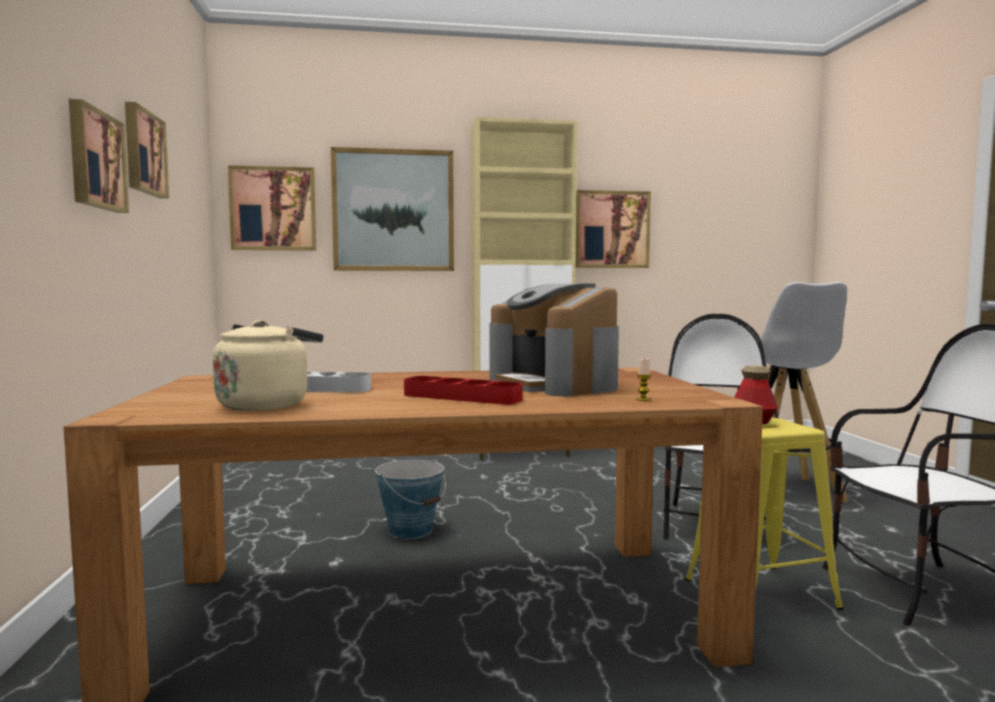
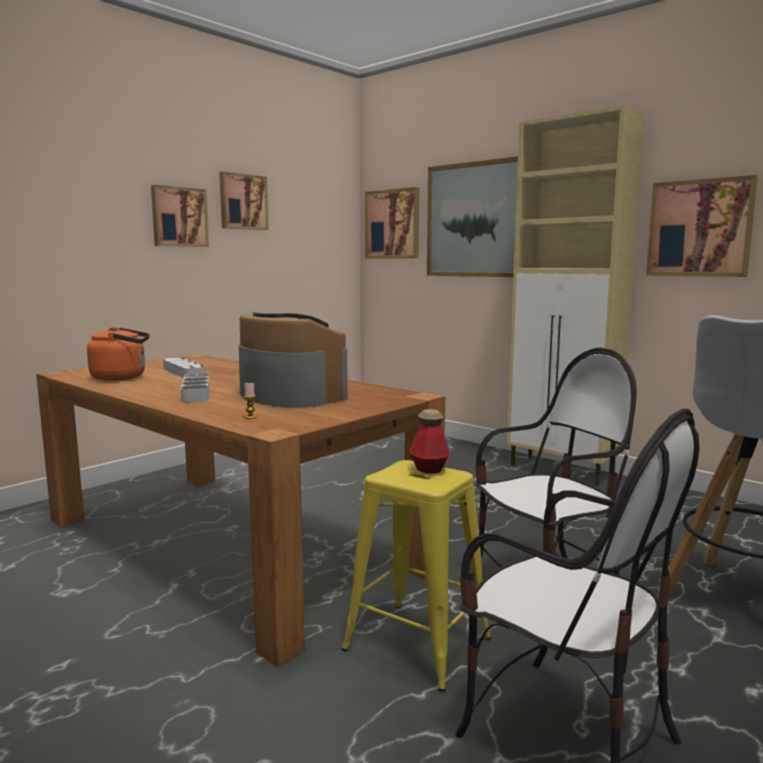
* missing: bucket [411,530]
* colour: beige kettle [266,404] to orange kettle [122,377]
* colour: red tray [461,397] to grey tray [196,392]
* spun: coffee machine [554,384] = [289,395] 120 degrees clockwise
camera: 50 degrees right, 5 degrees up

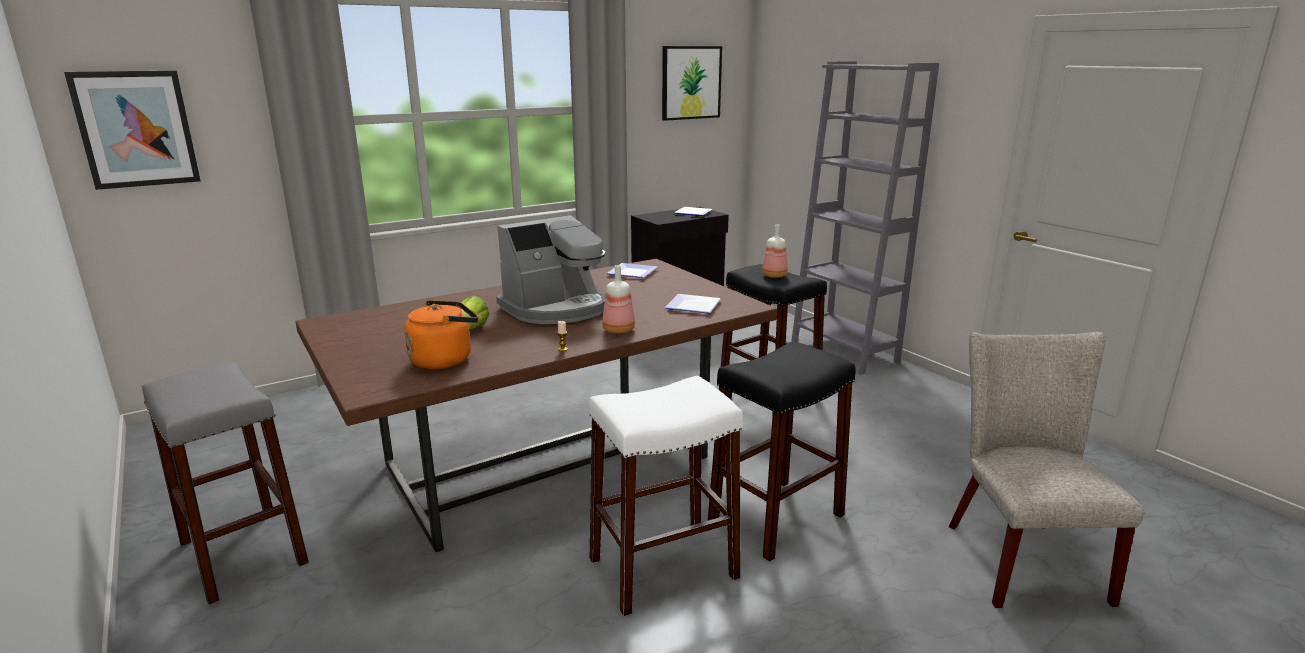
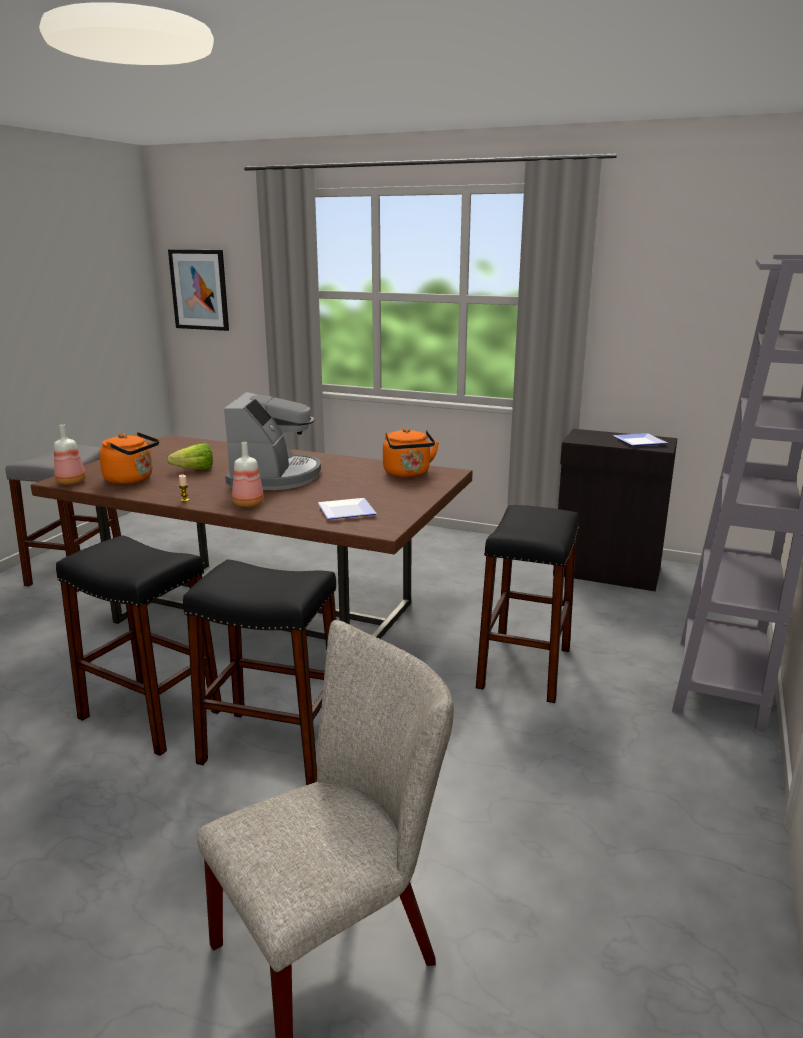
* missing: picture [691,82]
* relocated: bottle [774,275] to [72,482]
* exchanged: plate [633,273] to orange kettle [408,474]
* colour: white stool [663,568] to black stool [150,714]
* spun: coffee machine [556,308] = [275,477] 105 degrees counterclockwise
camera: 55 degrees right, 0 degrees up

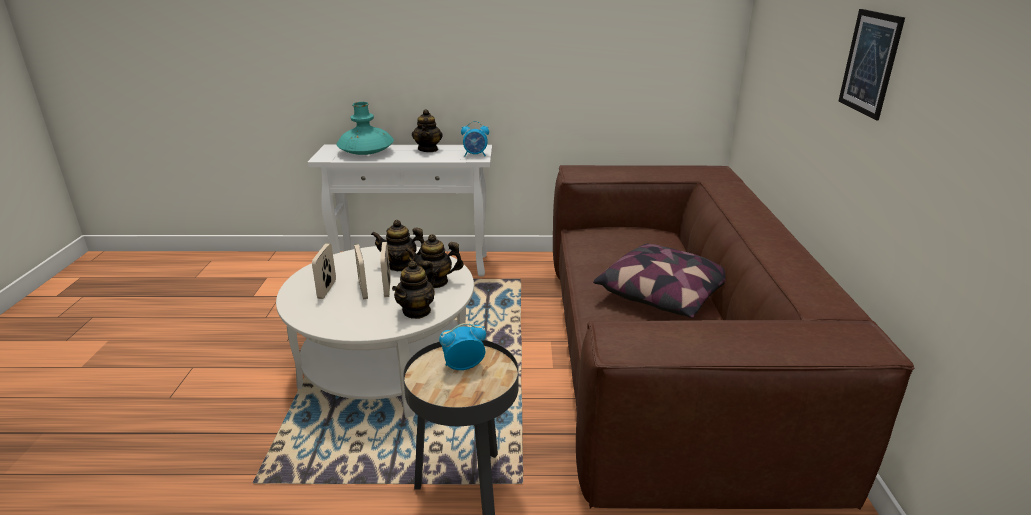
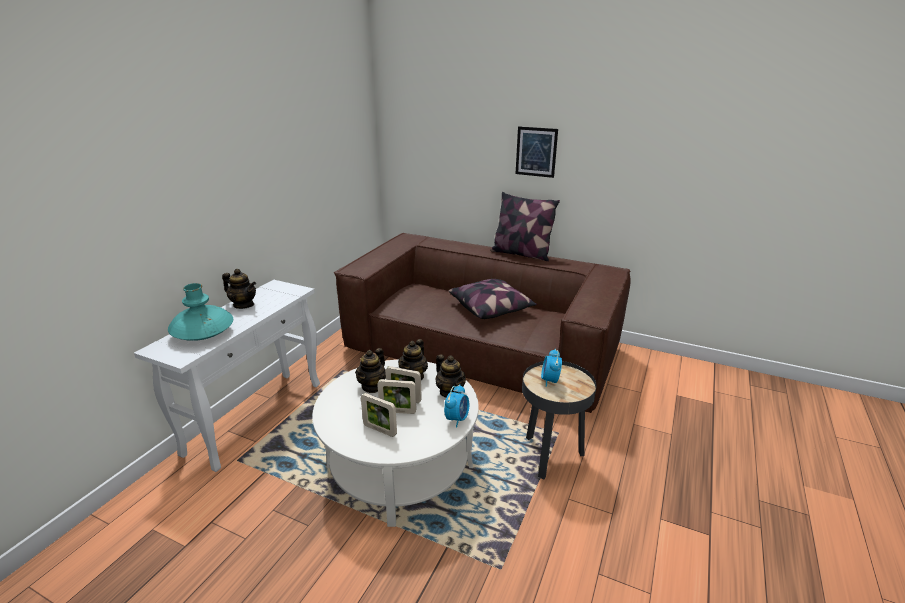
* appeared: pillow [521,253]
* relocated: alarm clock [475,155] to [457,419]
camera: 65 degrees left, 0 degrees up

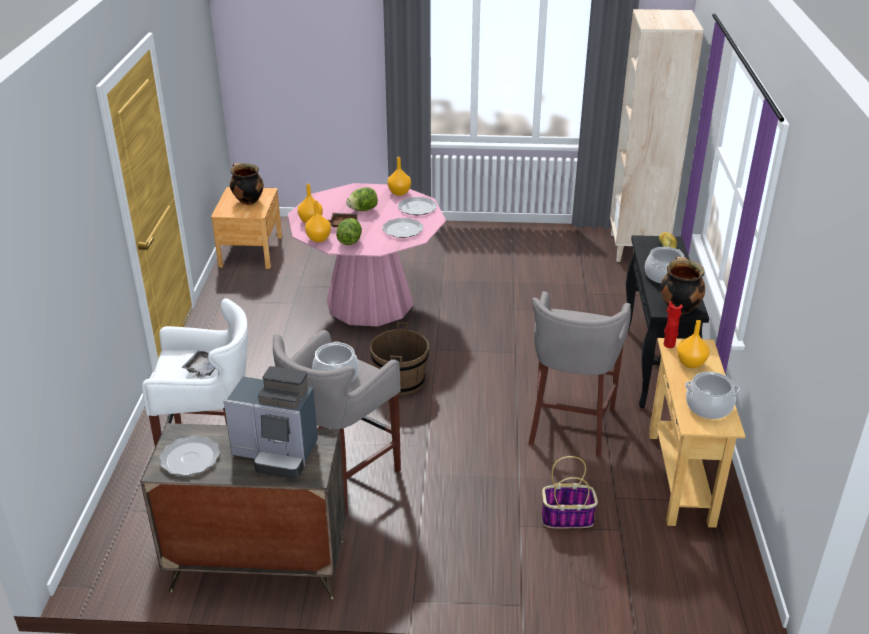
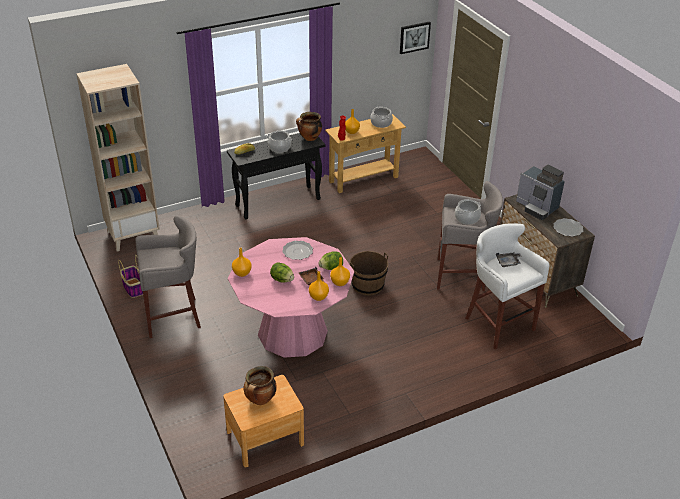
* missing: plate [417,208]
* appeared: picture [414,37]
* relocated: grey stool [569,427] to [174,316]
* relocated: basket [567,517] to [133,288]
* spun: coffee machine [277,453] = [537,207] 150 degrees clockwise
camera: 120 degrees left, 5 degrees up

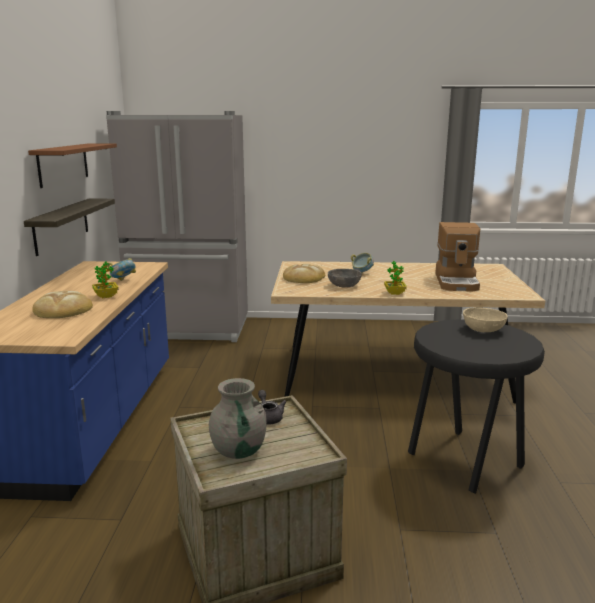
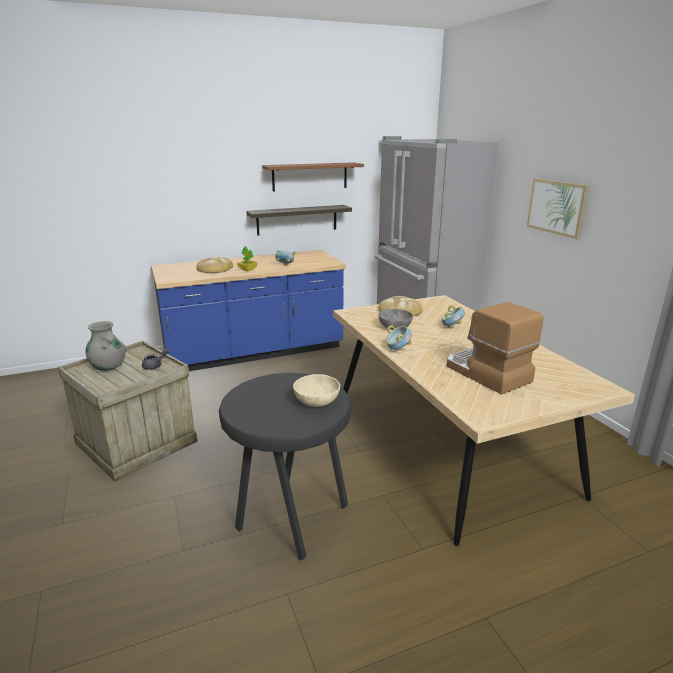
* appeared: picture [557,207]
* exchanged: potted plant [394,293] to bowl [397,349]
* spun: coffee machine [457,282] = [486,374] 75 degrees clockwise
camera: 65 degrees right, 5 degrees up

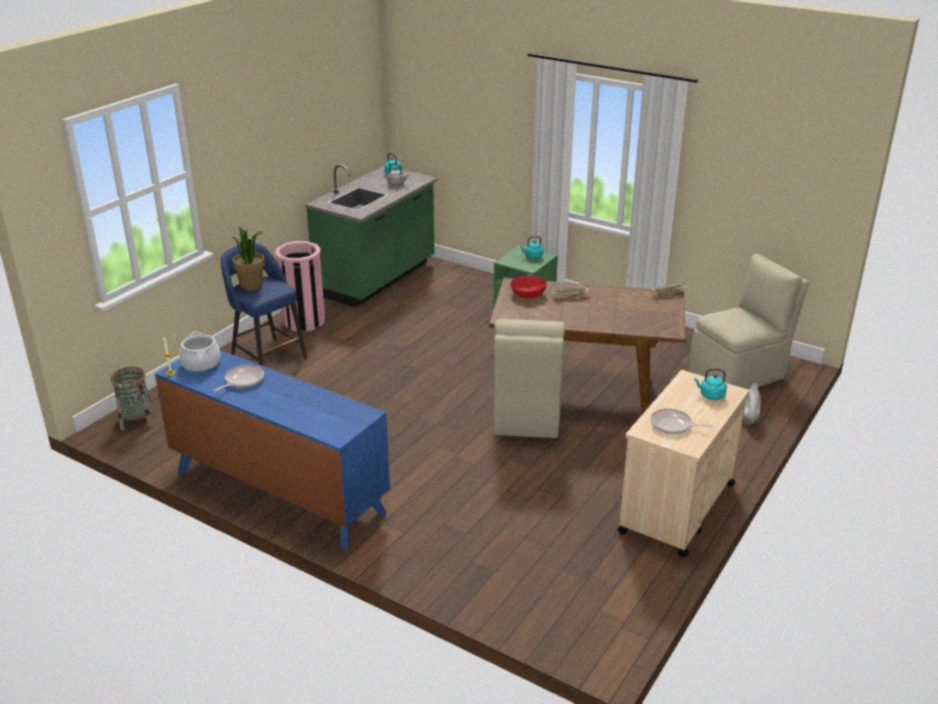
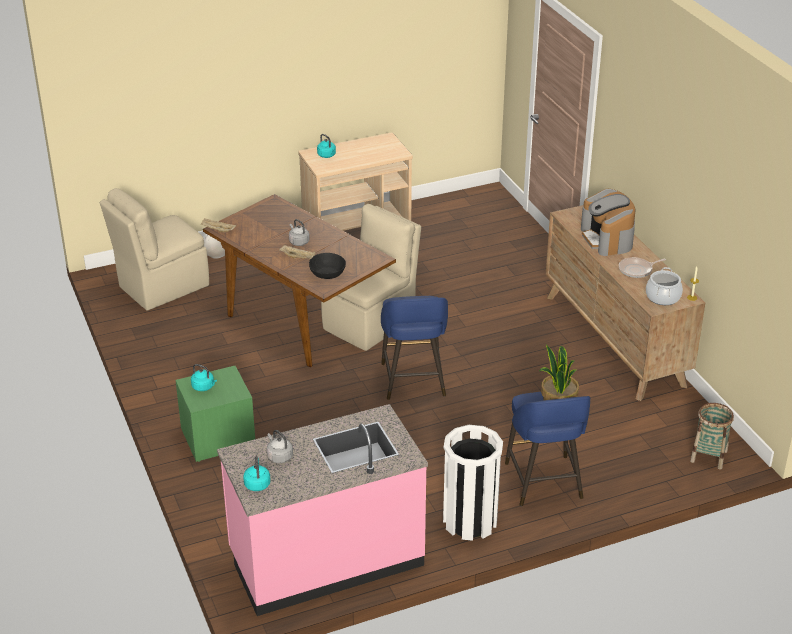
* missing: frying pan [673,425]
* appeared: grey kettle [298,242]
* appeared: blue stool [413,381]
* appeared: coffee machine [607,239]
* colour: blue dresser [278,492] to brown dresser [614,340]
* colour: pink trash can [304,321] to white trash can [470,521]
* colour: green counter [377,279] to pink counter [326,559]
* colour: red bowl [528,294] to black bowl [327,273]
* spun: beige chair [738,374] = [161,287] 45 degrees counterclockwise
camera: 145 degrees left, 5 degrees up

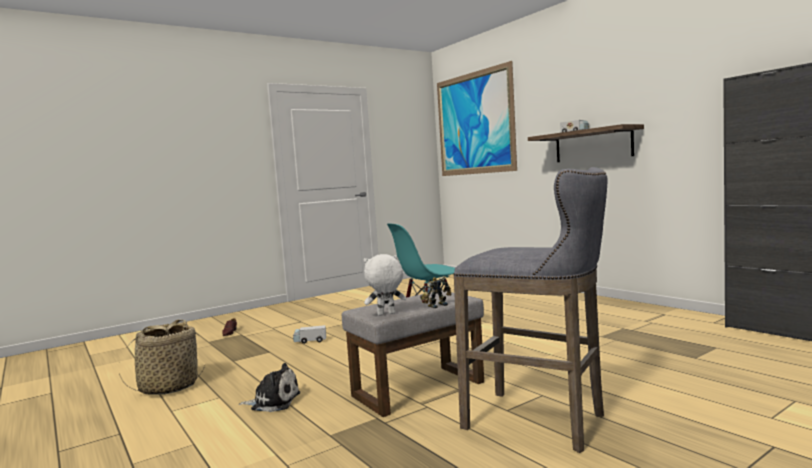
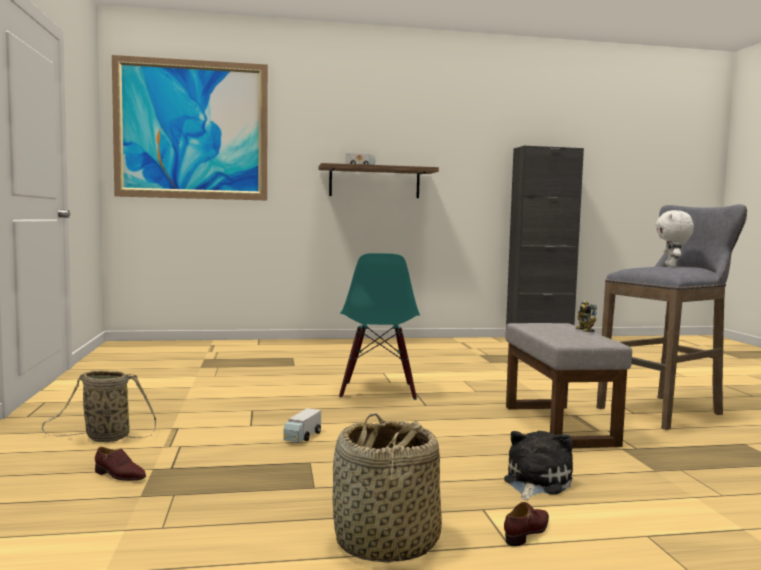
* appeared: basket [104,438]
* appeared: brown shoe [528,532]
* relocated: white plush toy [386,314] to [672,266]
camera: 65 degrees left, 0 degrees up

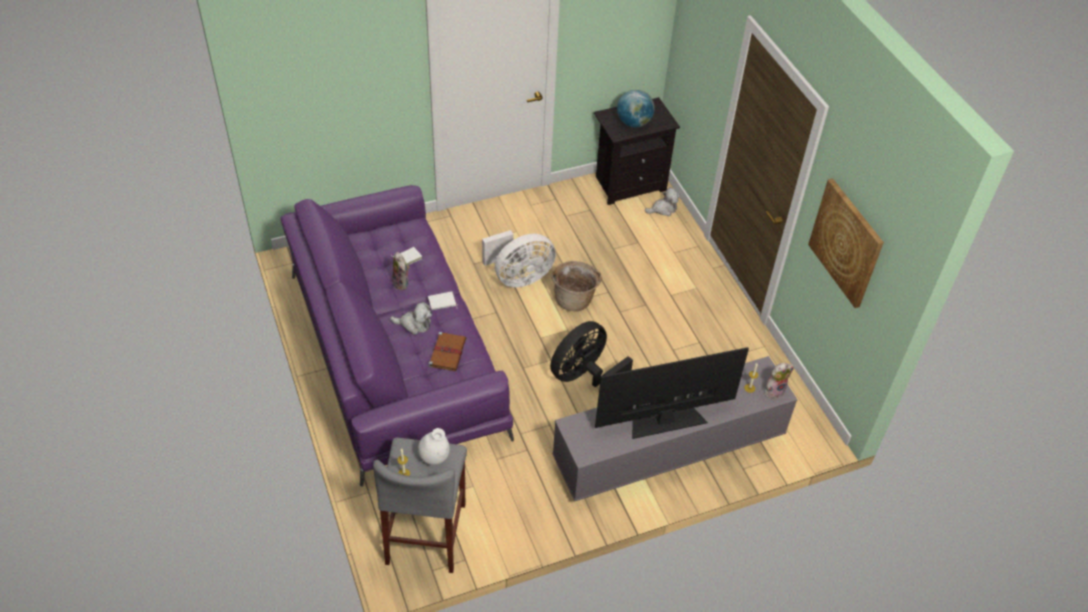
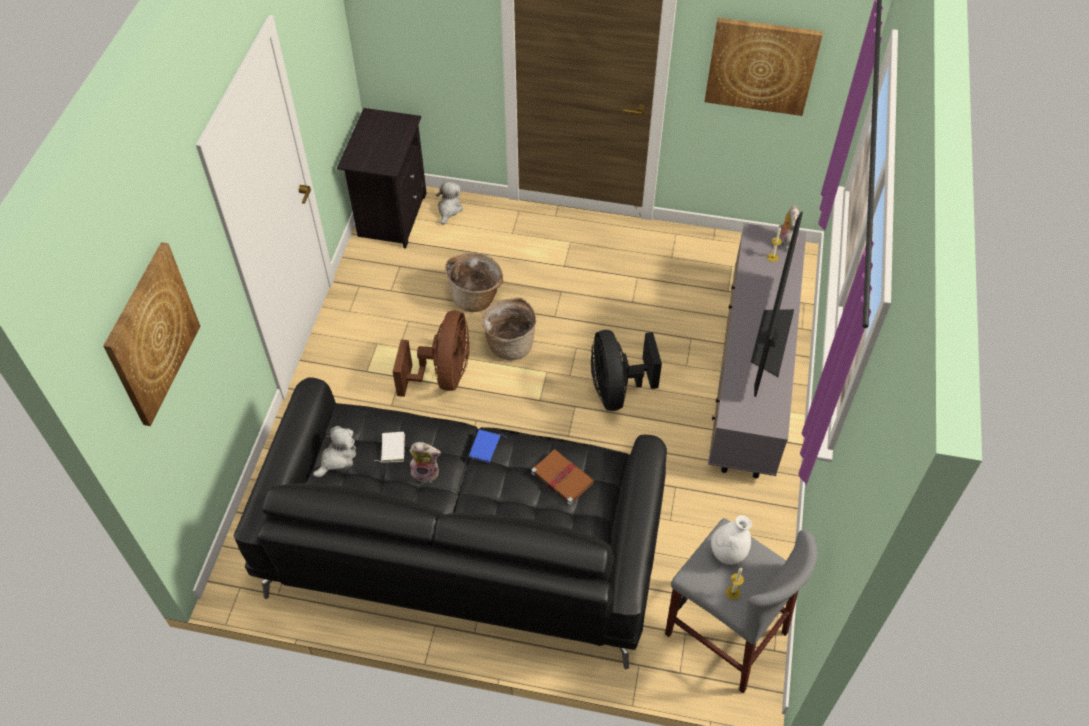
* missing: globe [634,123]
* appeared: picture [151,334]
* appeared: basket [476,297]
* relocated: plush toy [414,324] to [337,458]
* colour: purple sofa [395,352] to black sofa [462,544]
* colour: white book [442,303] to blue book [485,447]
* colour: white fan [518,277] to brown fan [443,375]
camera: 55 degrees left, 5 degrees up

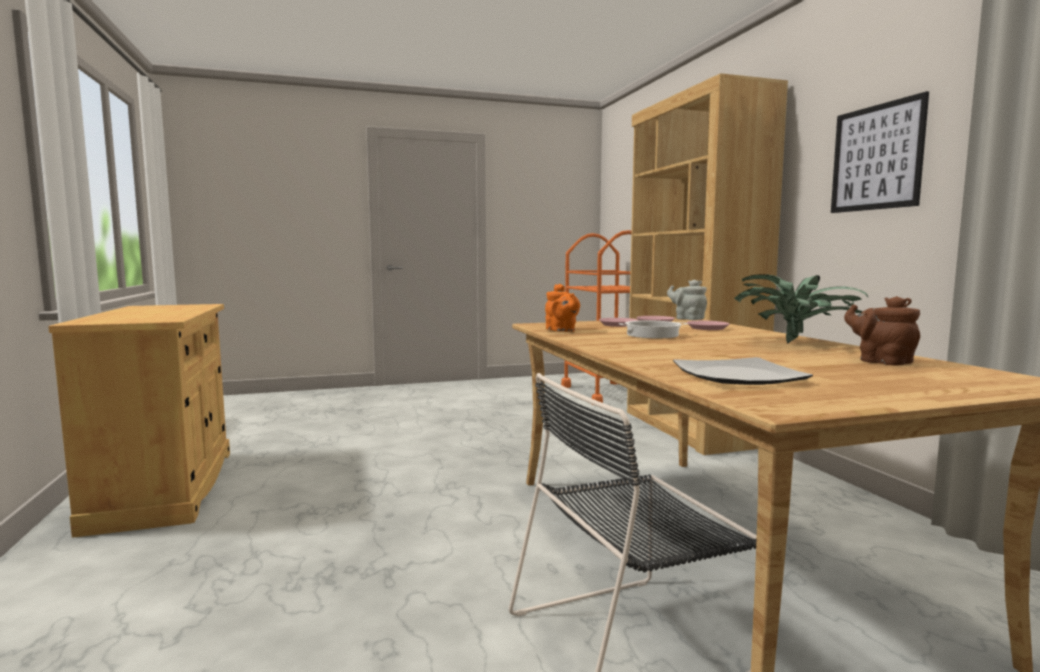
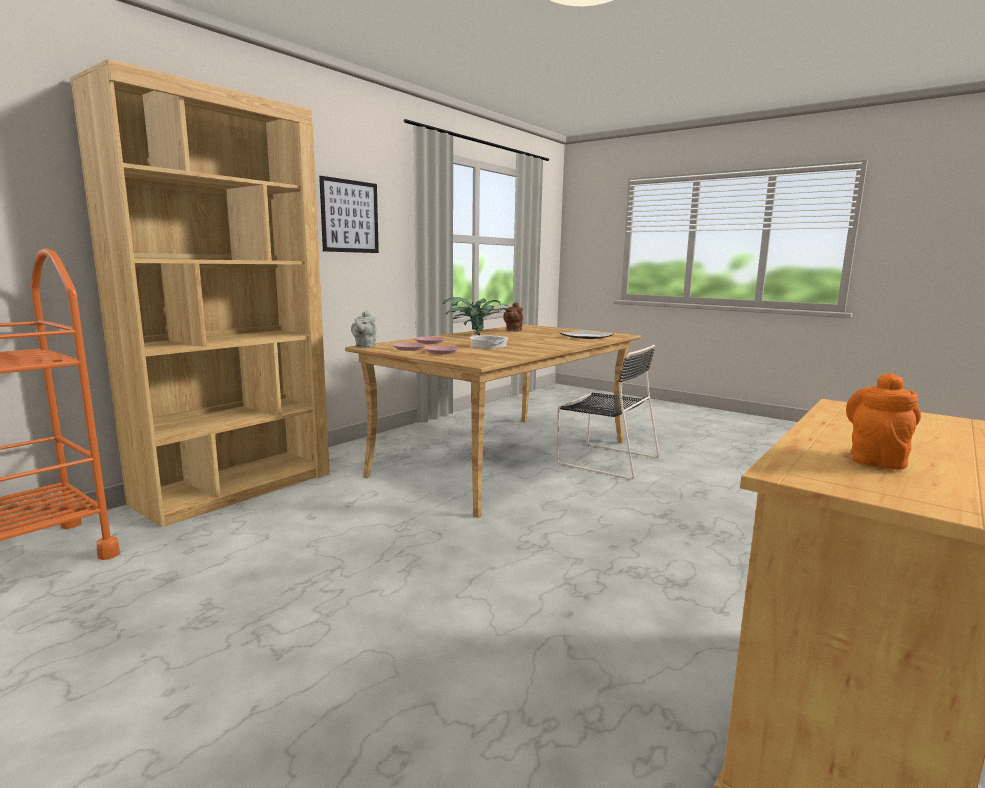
* relocated: orange teapot [562,330] to [876,459]
camera: 125 degrees left, 5 degrees up

